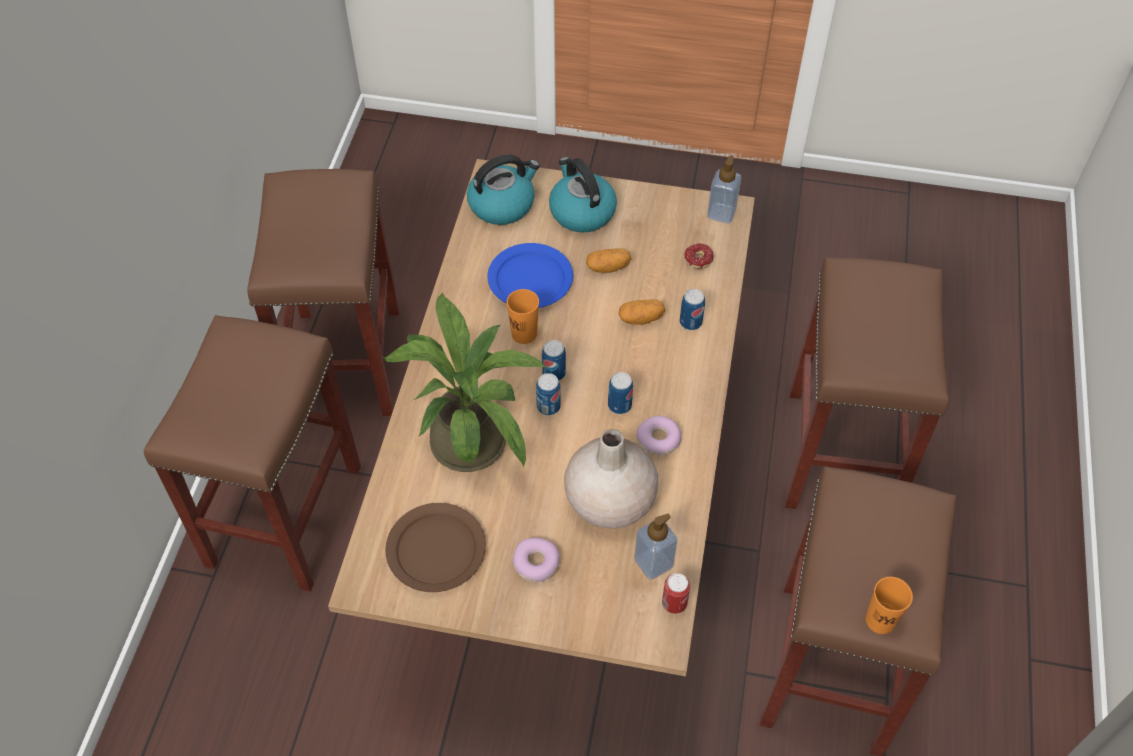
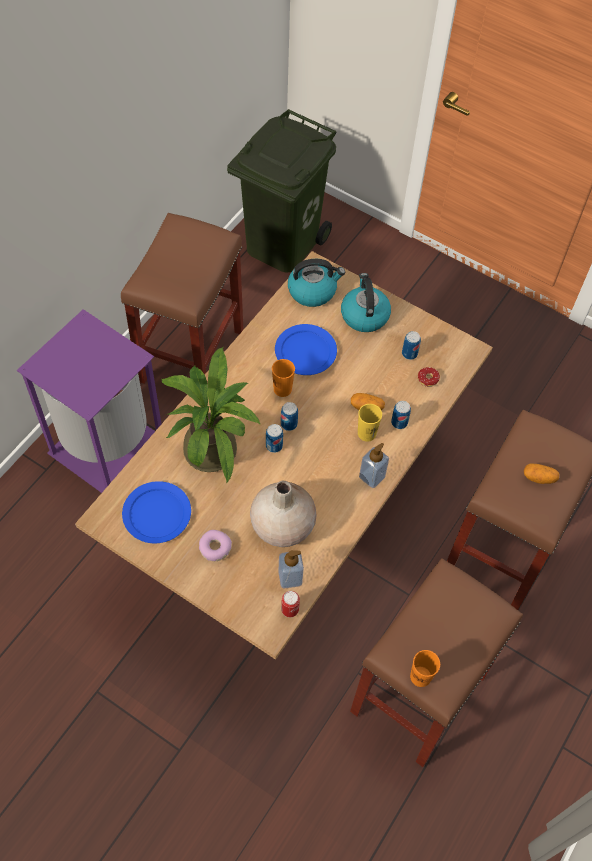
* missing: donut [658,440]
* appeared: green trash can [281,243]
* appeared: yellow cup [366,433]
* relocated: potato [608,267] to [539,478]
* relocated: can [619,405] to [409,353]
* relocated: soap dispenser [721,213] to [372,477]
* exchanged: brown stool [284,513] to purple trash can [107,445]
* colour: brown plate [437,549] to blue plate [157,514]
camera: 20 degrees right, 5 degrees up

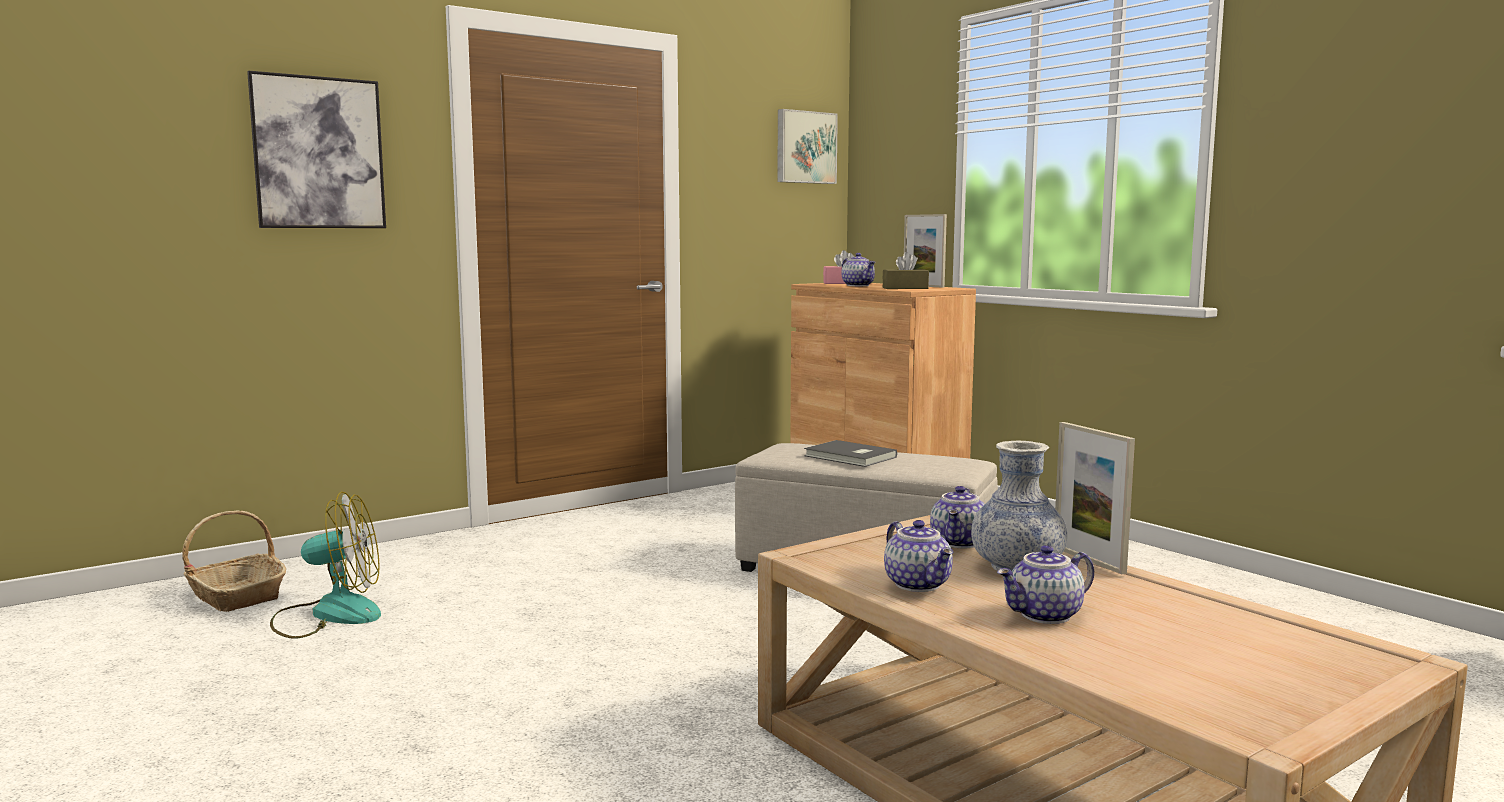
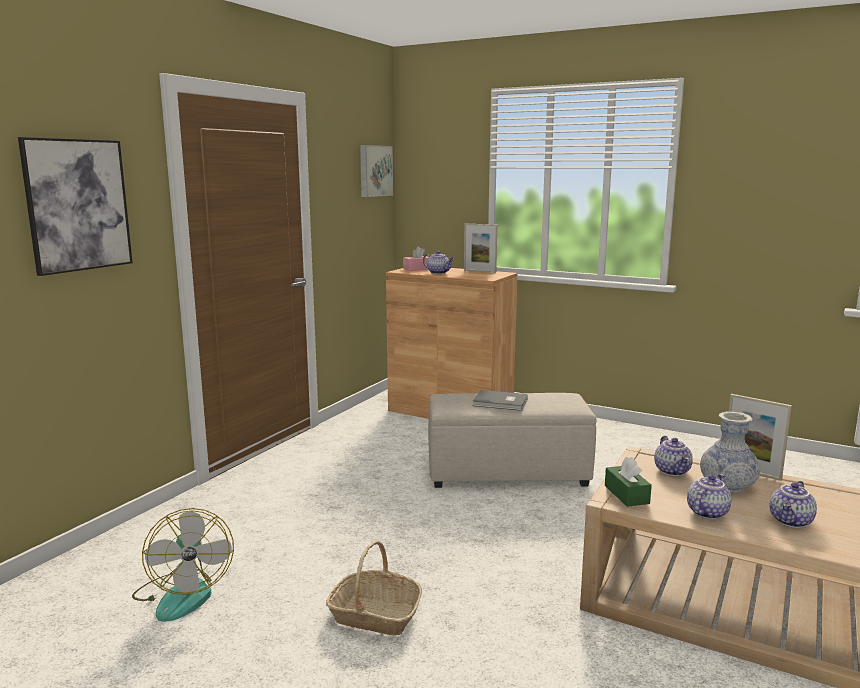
* missing: brown tissue box [905,288]
* appeared: green tissue box [626,494]
* relocated: basket [236,596] to [374,615]
* spun: fan [329,614] = [183,594] 105 degrees clockwise
* spun: teapot [919,584] = [706,512] 90 degrees counterclockwise
camera: 25 degrees left, 5 degrees up

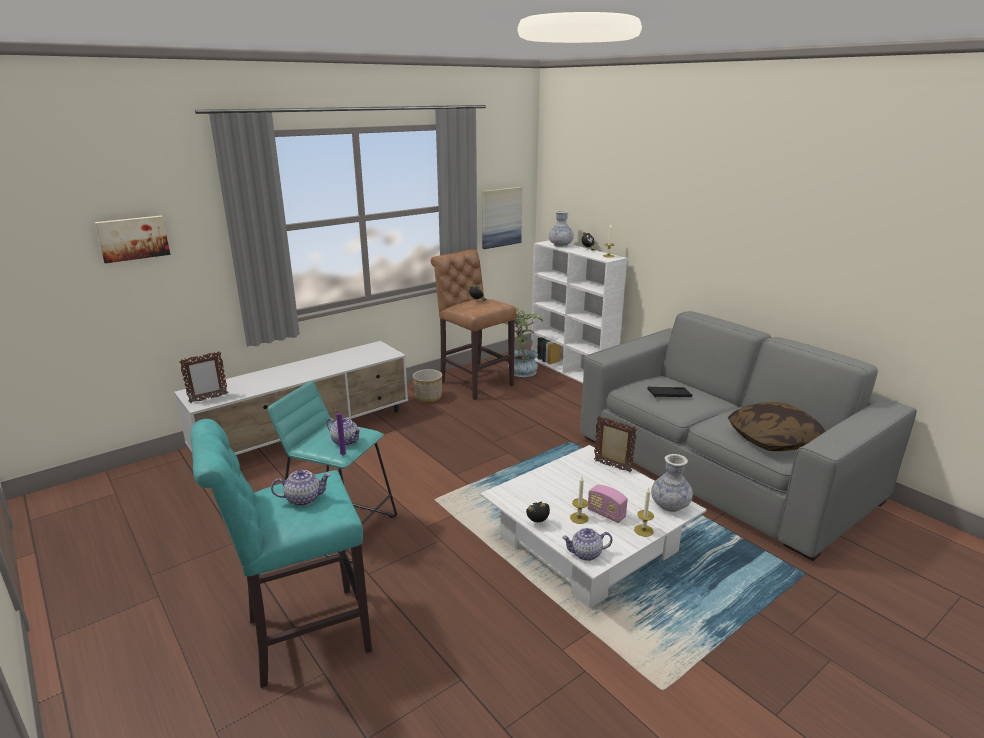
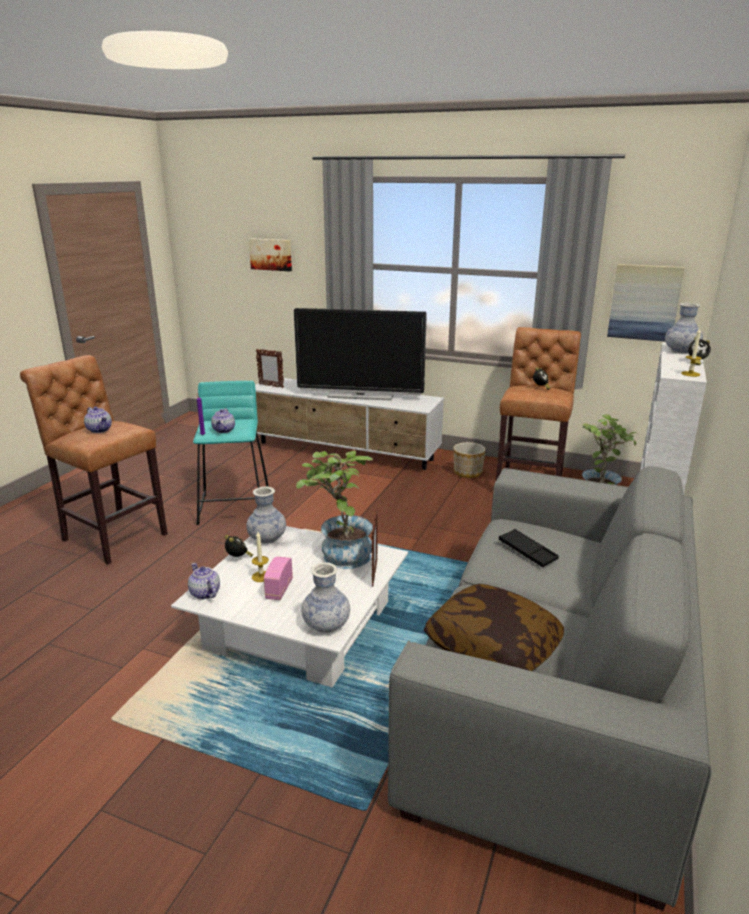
* missing: candle [643,530]
* appeared: vase [267,538]
* appeared: television [360,395]
* appeared: potted plant [340,554]
* colour: turquoise stool [301,637] to brown stool [111,536]
camera: 60 degrees right, 0 degrees up

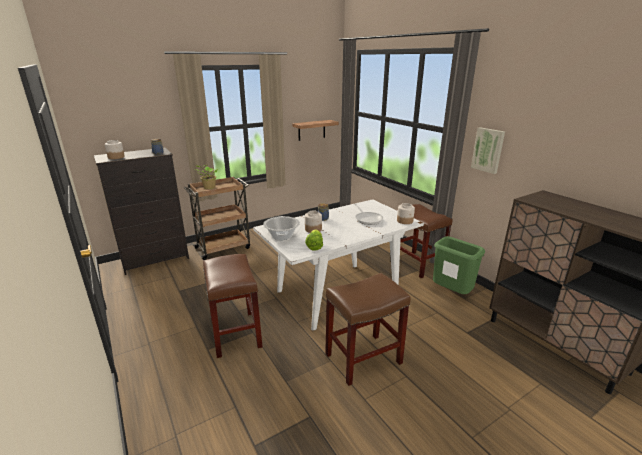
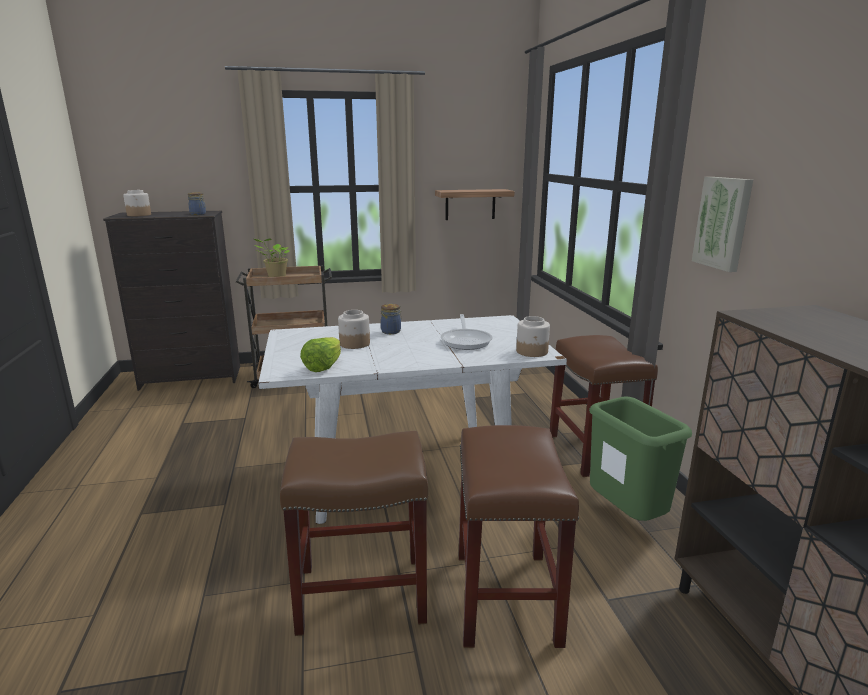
* missing: cooking pot [281,236]
* relocated: brown stool [235,333] to [505,596]
camera: 20 degrees right, 5 degrees down

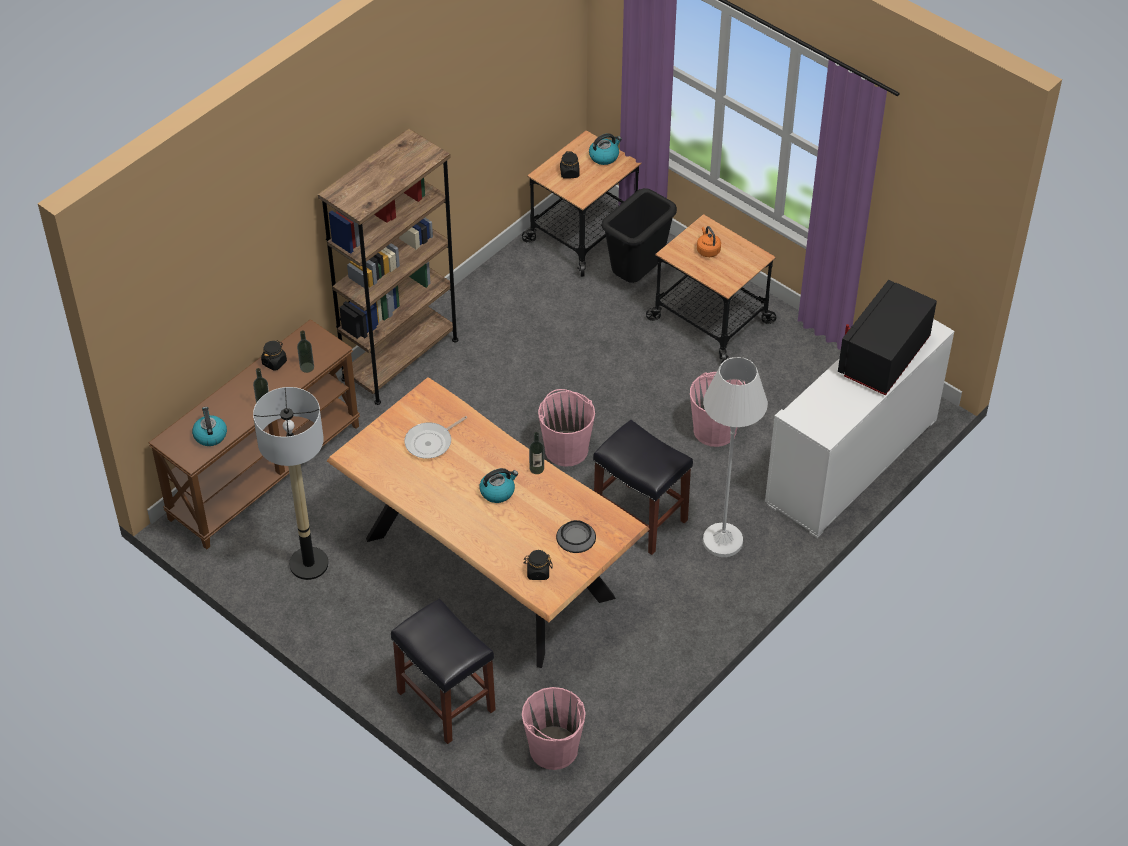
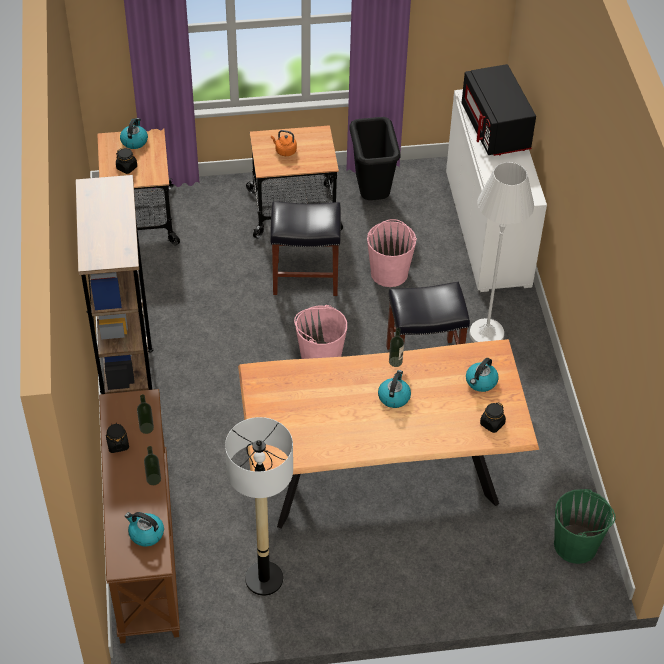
* missing: frying pan [431,442]
* relocated: black stool [445,700] to [304,278]
* relocated: black trash can [636,276] to [372,195]
* exchanged: bowl [576,537] to kettle [481,382]
* colour: pink bucket [554,749] to green bucket [576,545]
camera: 50 degrees left, 0 degrees up

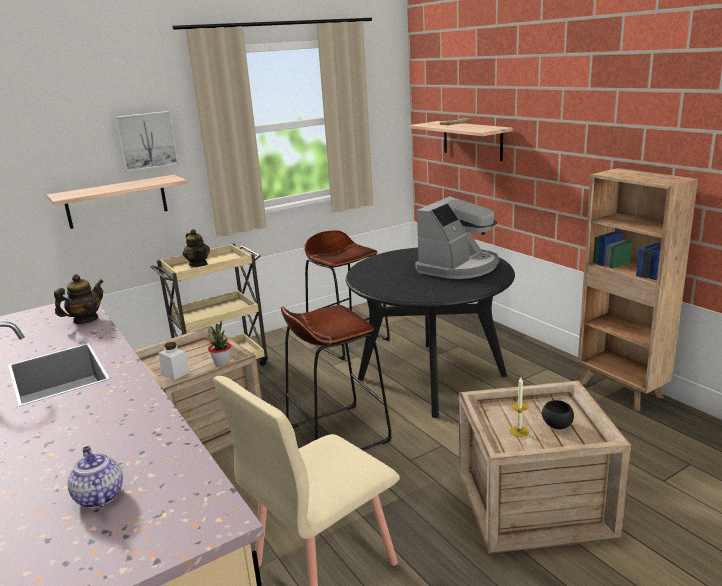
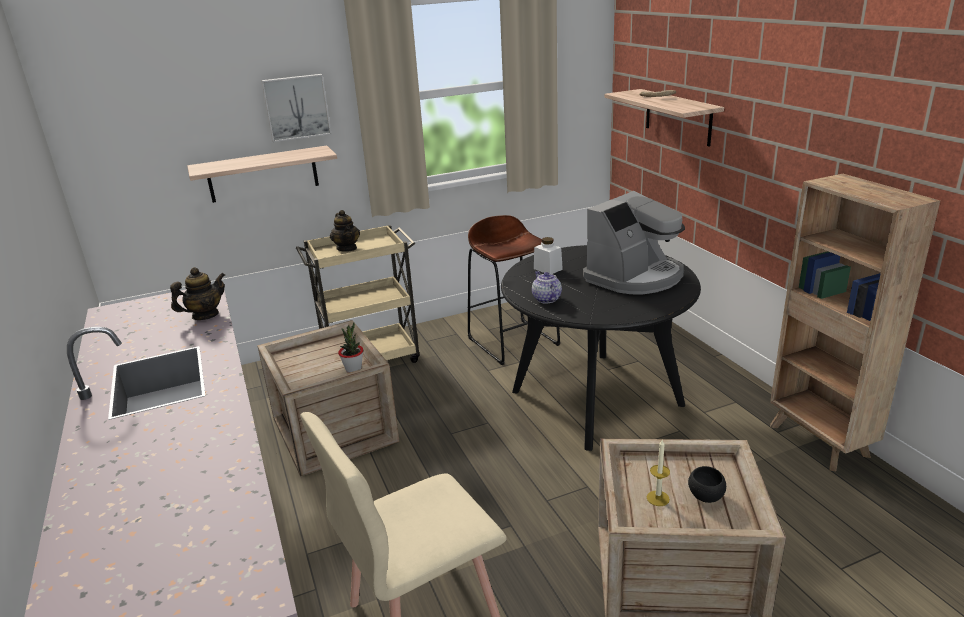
* missing: brown stool [337,434]
* relocated: teapot [98,496] to [546,299]
* relocated: white jar [175,373] to [548,269]
camera: 10 degrees right, 5 degrees up

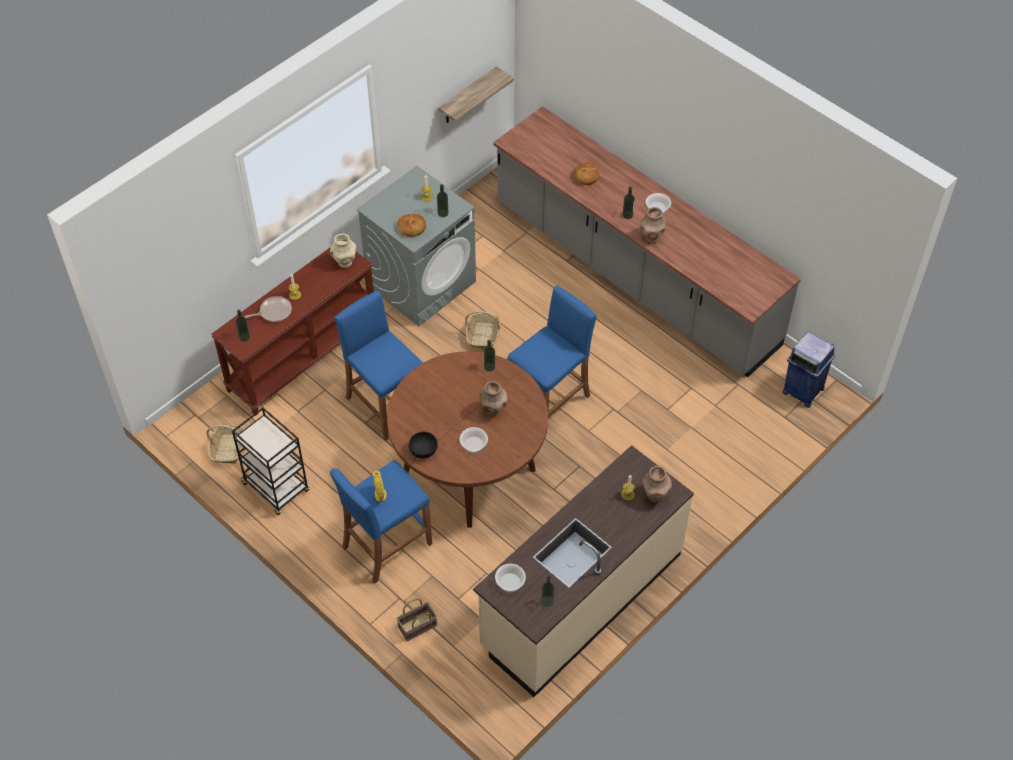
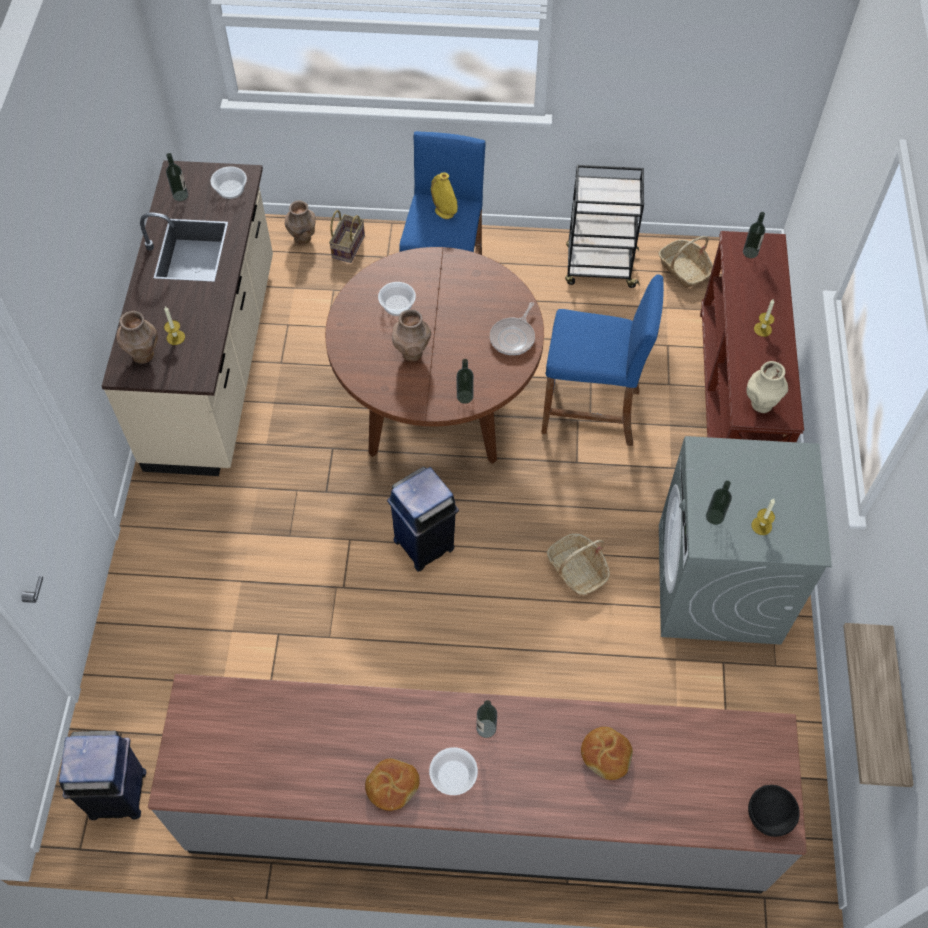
* relocated: frying pan [274,312] to [513,337]
* relocated: bread [412,228] to [391,786]
* relocated: black bowl [424,450] to [769,815]
* relocated: brown vase [651,238] to [303,238]
* exchanged: blue stool [549,400] to blue trash can [425,543]
camera: 140 degrees right, 5 degrees up

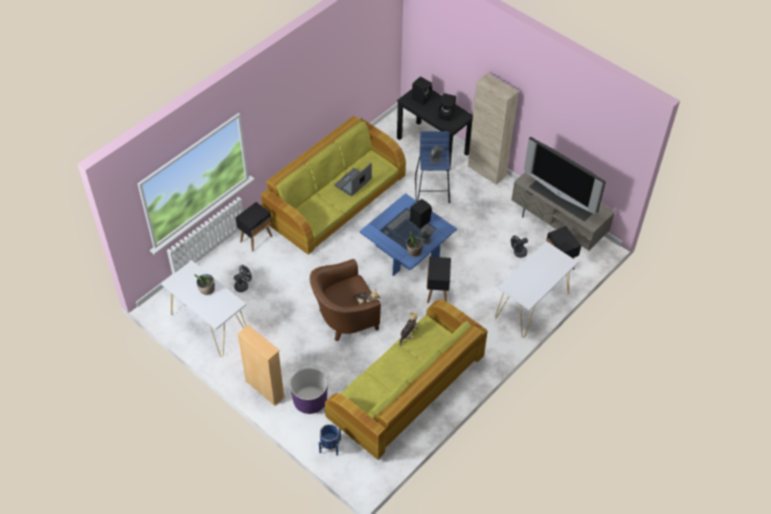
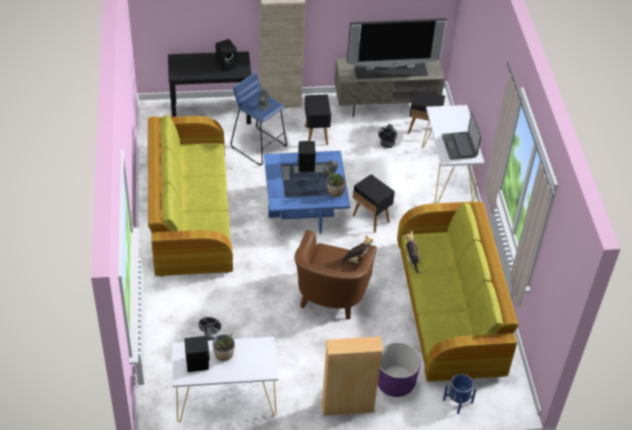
* relocated: black side table [256,239] to [316,135]
* relocated: laptop [353,183] to [459,146]
* relocated: black speaker [421,98] to [197,362]
camera: 50 degrees left, 5 degrees down

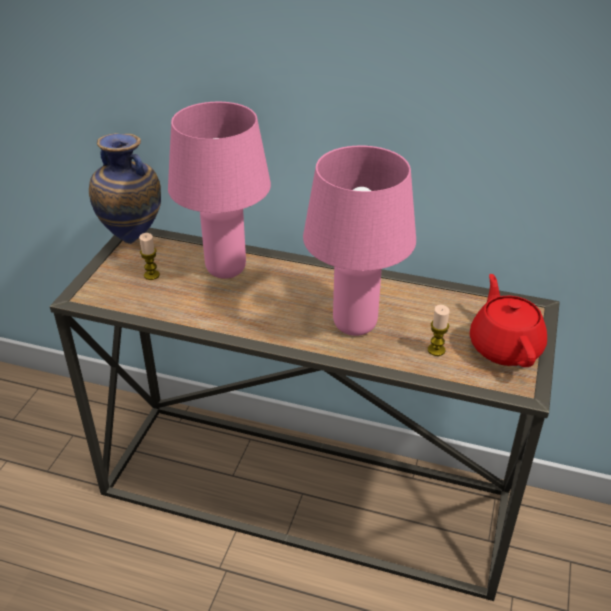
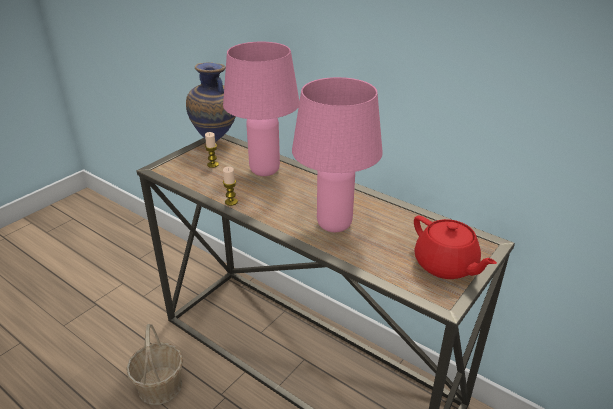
* appeared: basket [160,386]
* relocated: candle [436,350] to [231,202]
* spun: red teapot [504,346] = [446,265] 135 degrees clockwise
camera: 20 degrees right, 5 degrees down

